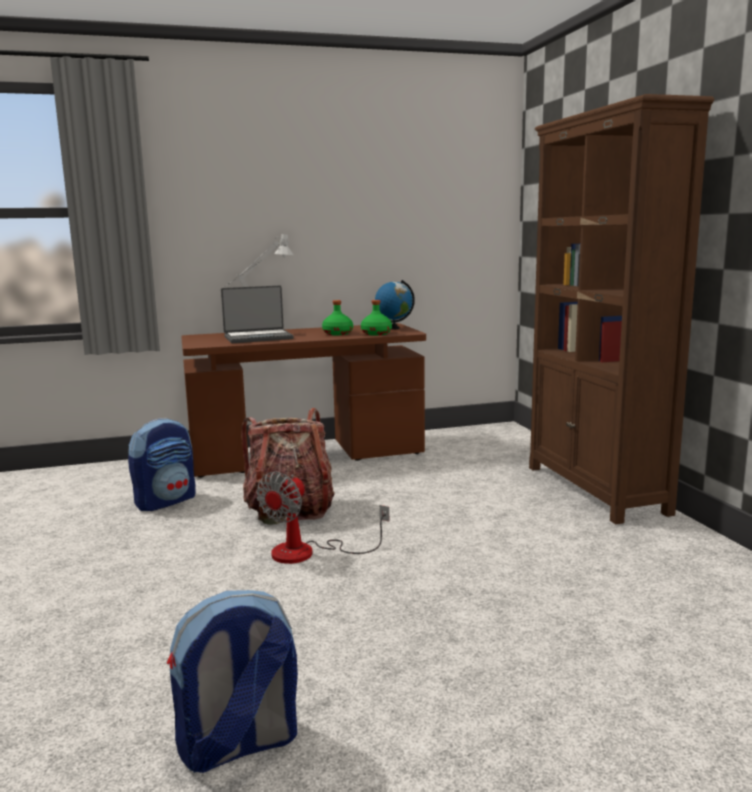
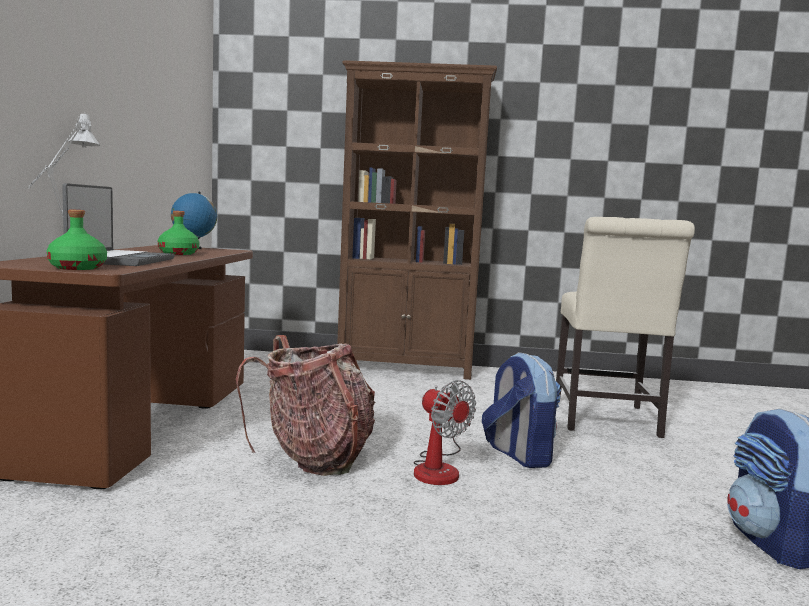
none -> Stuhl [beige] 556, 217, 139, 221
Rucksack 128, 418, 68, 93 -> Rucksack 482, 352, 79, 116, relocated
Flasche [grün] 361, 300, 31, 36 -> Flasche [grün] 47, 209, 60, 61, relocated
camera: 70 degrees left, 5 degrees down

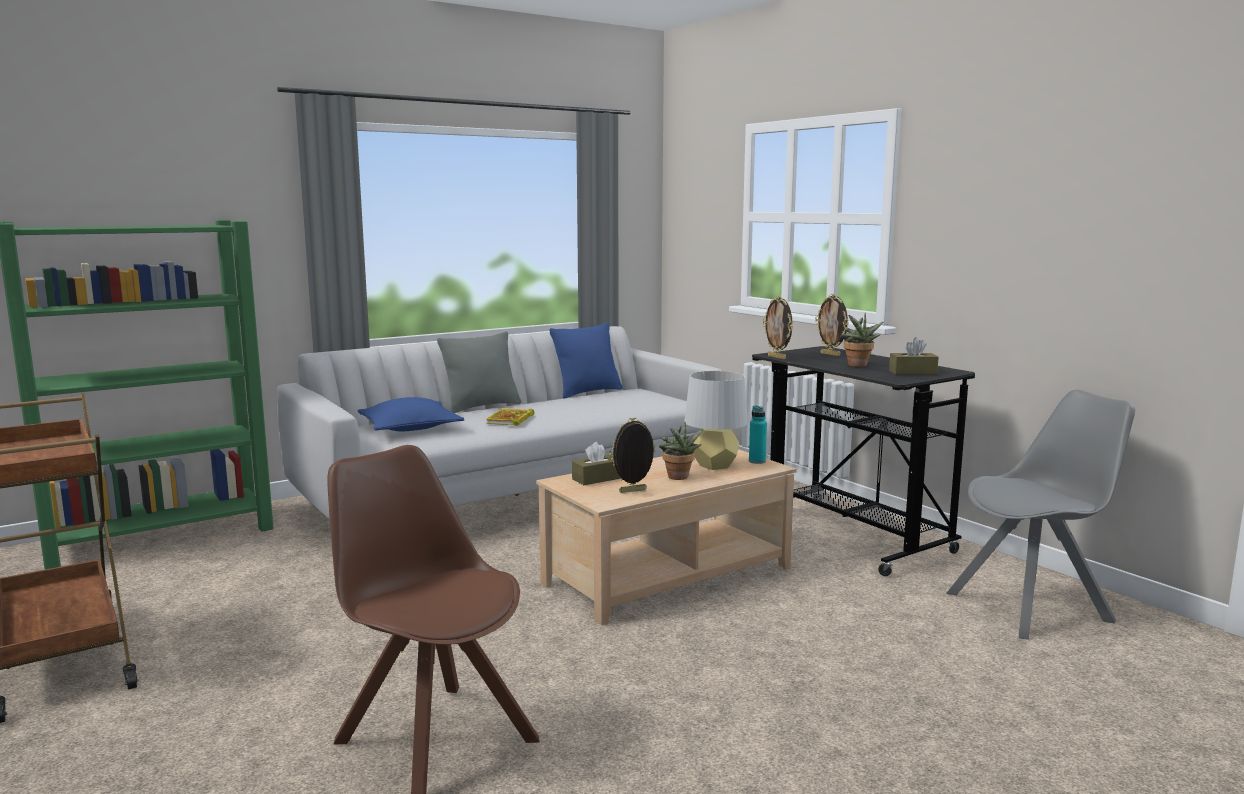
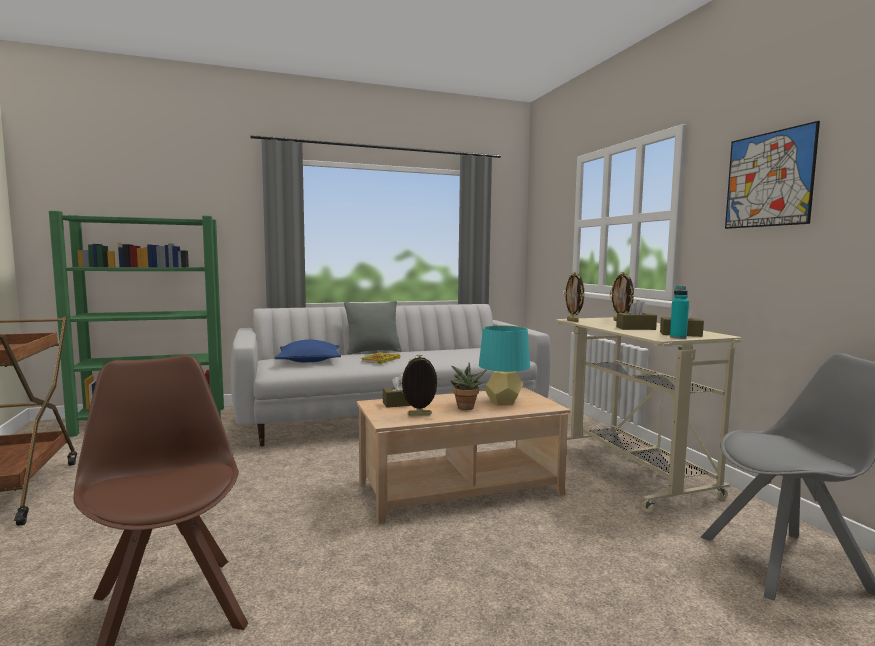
Kissen [blau] 549, 323, 74, 76 -> none
none -> Bild 725, 121, 95, 108
Flasche [türkis] 749, 406, 18, 58 -> Flasche [türkis] 670, 286, 19, 53, relocated
Topfpflanze 841, 313, 42, 54 -> Taschentuchbox [braun] 616, 300, 41, 30
Tischlampe [grau] 684, 371, 64, 99 -> Tischlampe [türkis] 479, 325, 51, 80
Schreibtisch [schwarz] 752, 346, 223, 230 -> Schreibtisch [beige] 556, 317, 185, 196
camera: 15 degrees right, 5 degrees down

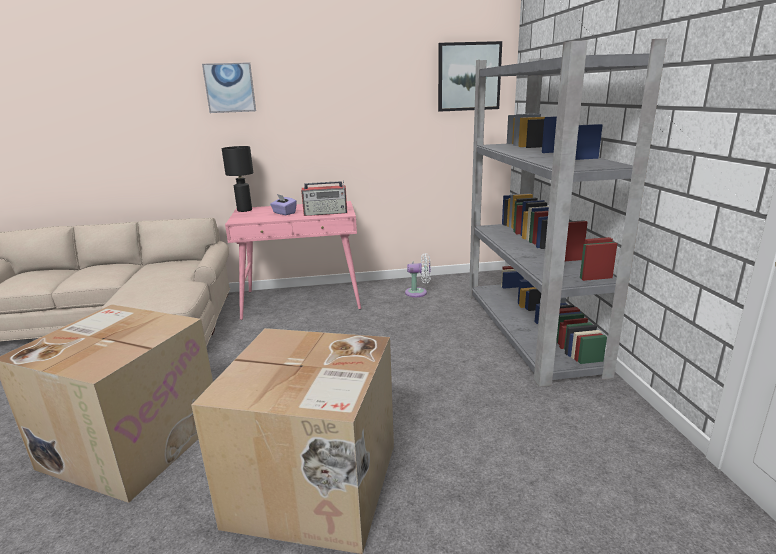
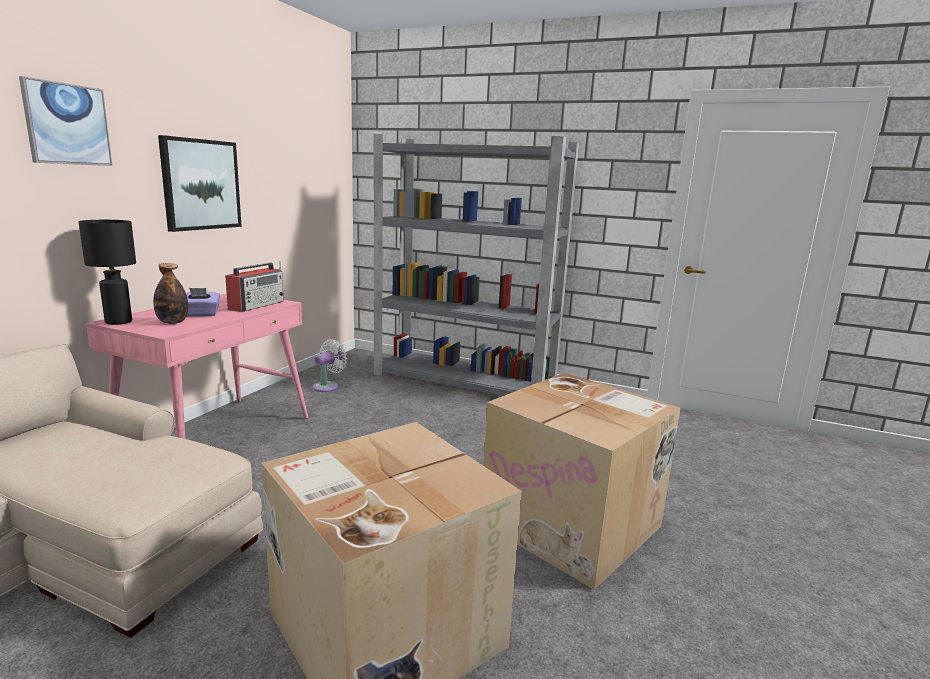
none -> Flasche 153, 263, 35, 61
Bild 438, 41, 64, 71 -> Bild 158, 135, 84, 97, relocated
camera: 60 degrees left, 5 degrees down

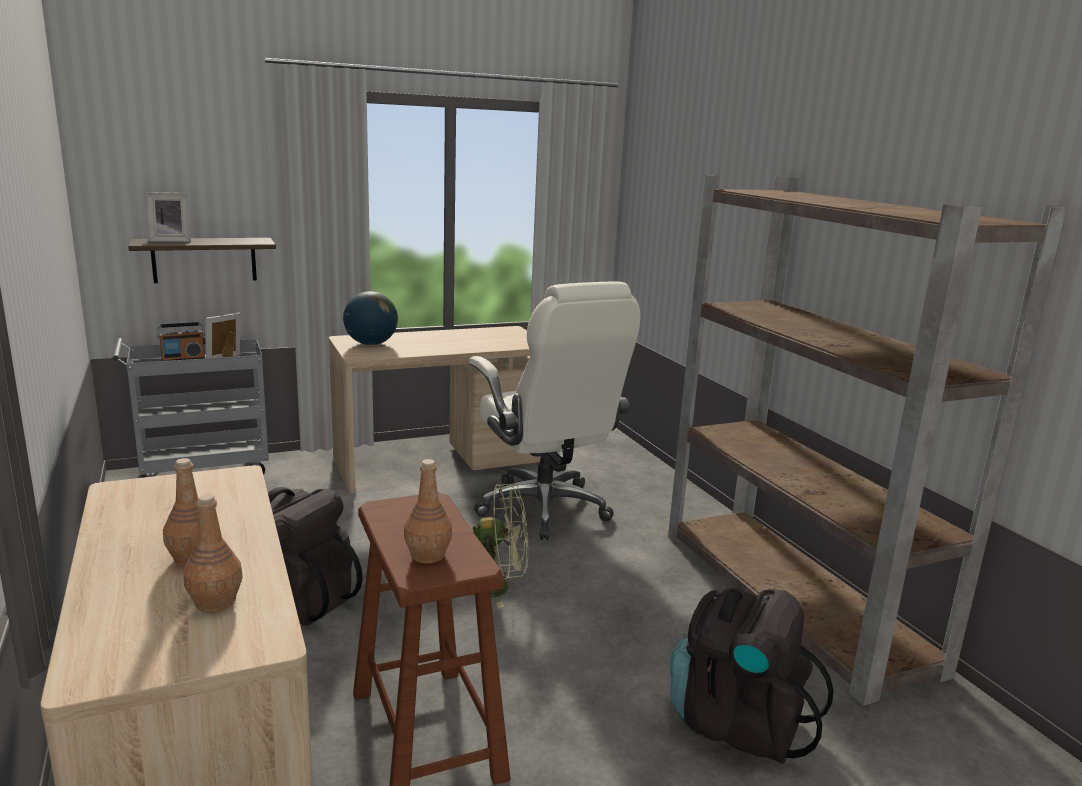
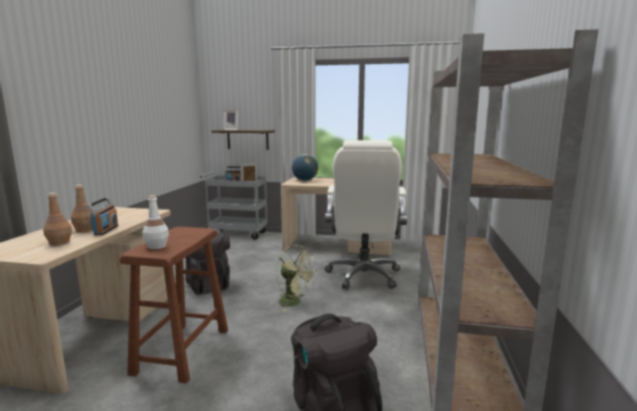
none -> Radio 87, 197, 32, 38
Flasche [braun] 404, 459, 48, 104 -> Flasche [weiß] 142, 195, 27, 54
camera: 35 degrees right, 5 degrees down

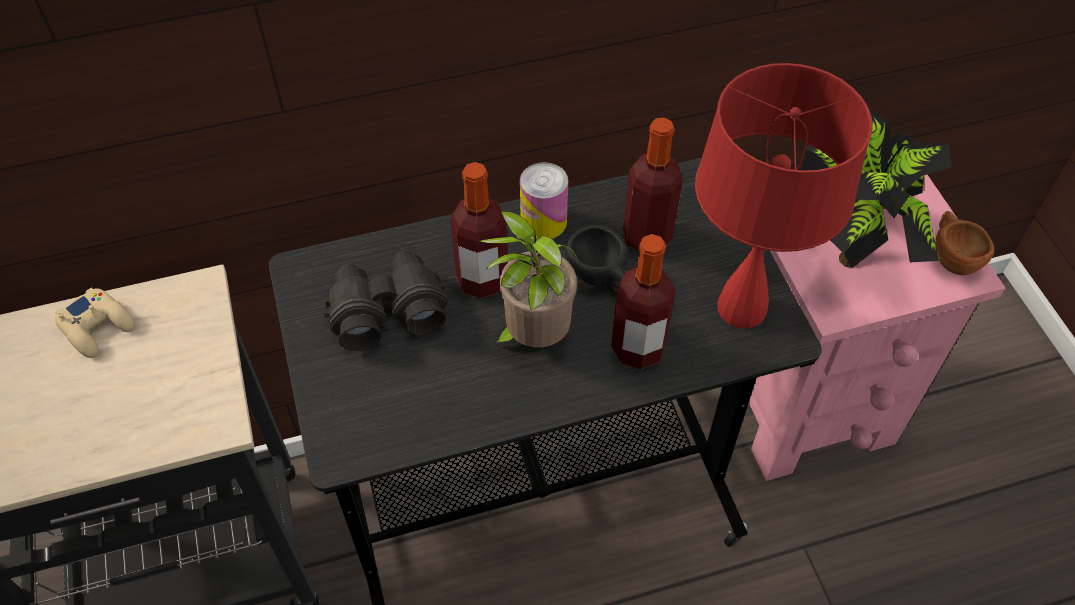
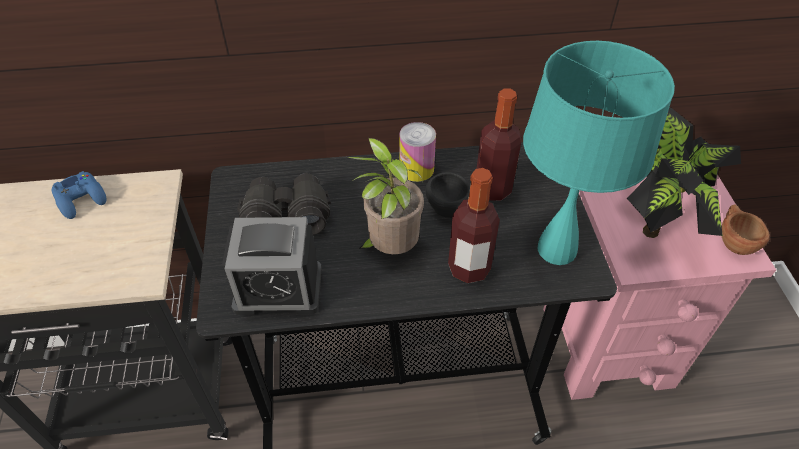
Flasche 450, 162, 58, 136 -> none
none -> Wecker 222, 217, 100, 98
Gamepad [beige] 55, 288, 80, 70 -> Gamepad [blau] 52, 171, 55, 48
Tischlampe [rot] 695, 63, 178, 265 -> Tischlampe [türkis] 523, 41, 152, 224
camera: 10 degrees right, 5 degrees down

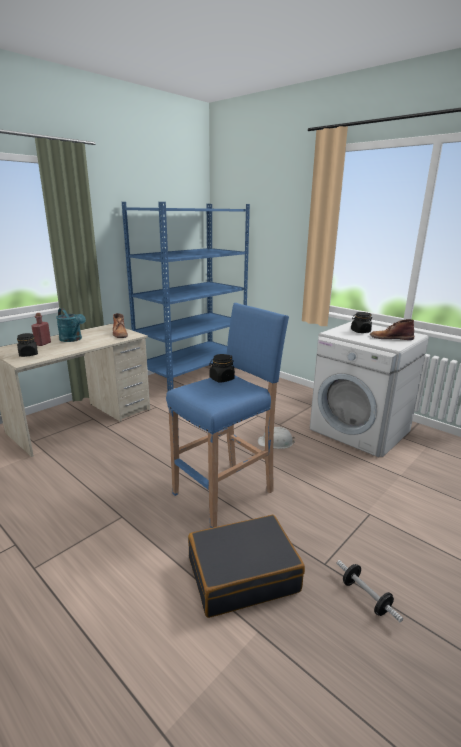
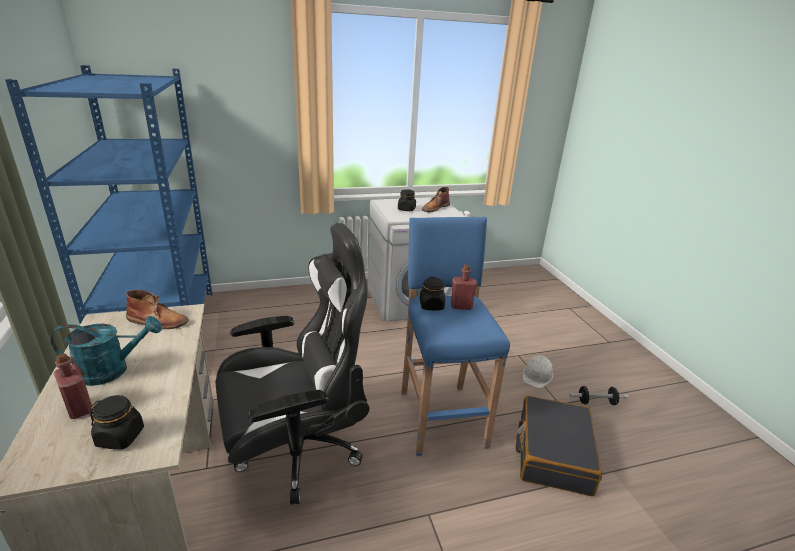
none -> Bürostuhl [schwarz] 216, 223, 153, 282
none -> Flasche [rot] 451, 265, 26, 45
Schutzhelm [weiß] 258, 427, 37, 22 -> Schutzhelm [weiß] 523, 356, 30, 32, relocated
camera: 60 degrees left, 5 degrees up

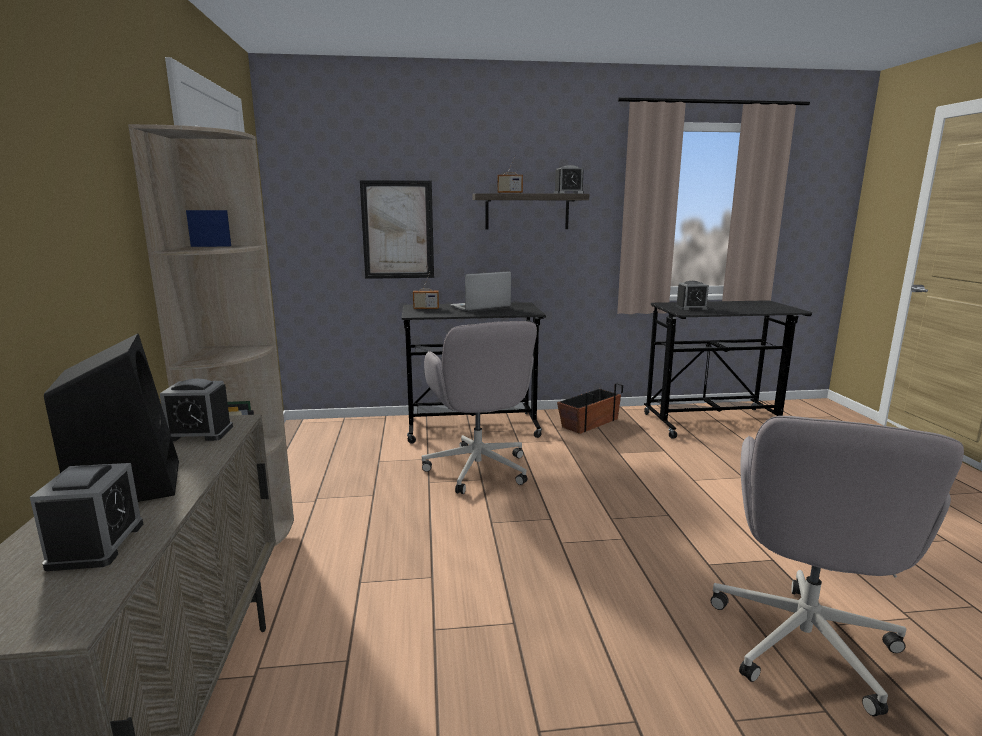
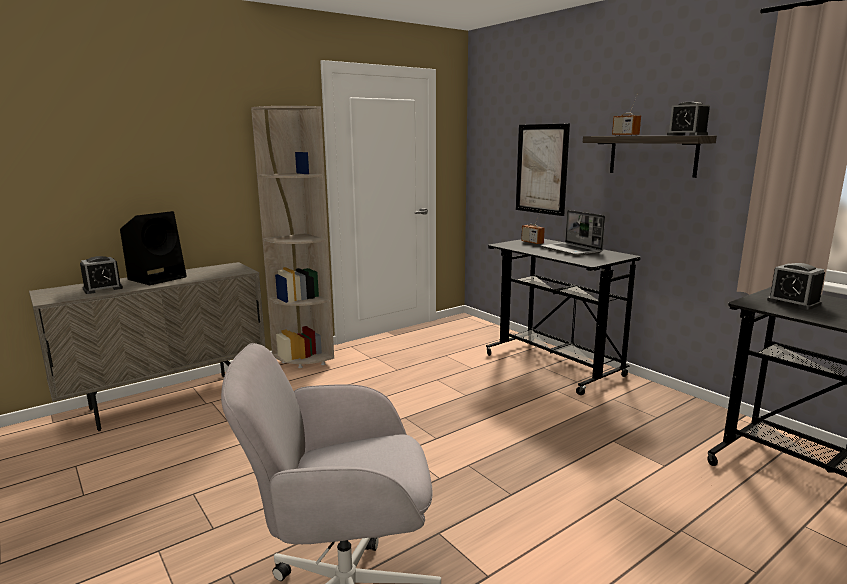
Wecker 160, 379, 73, 62 -> none
Bürostuhl [grau] 422, 321, 115, 173 -> none
Pflanzkübel 557, 383, 66, 51 -> none
Laptop 450, 271, 61, 41 -> Laptop 540, 210, 65, 46, 150 degrees counterclockwise
camera: 60 degrees right, 0 degrees up

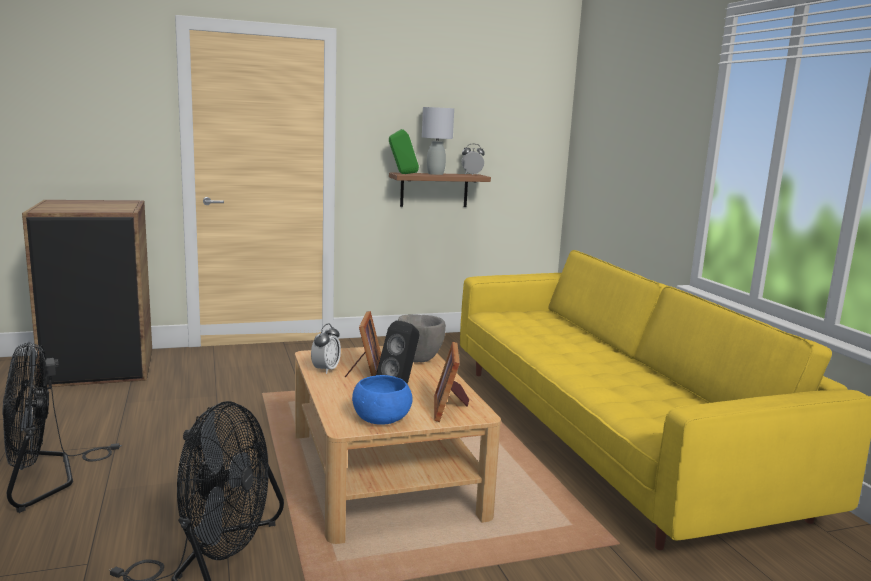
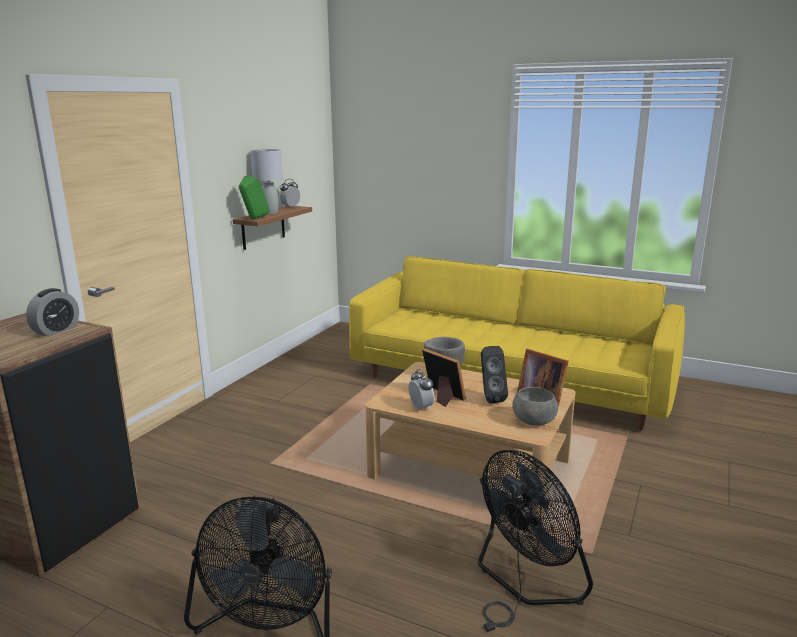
none -> Wecker 26, 288, 53, 48
Schüssel [blau] 352, 375, 60, 50 -> Schüssel [grau] 512, 387, 46, 39
camera: 45 degrees left, 5 degrees up

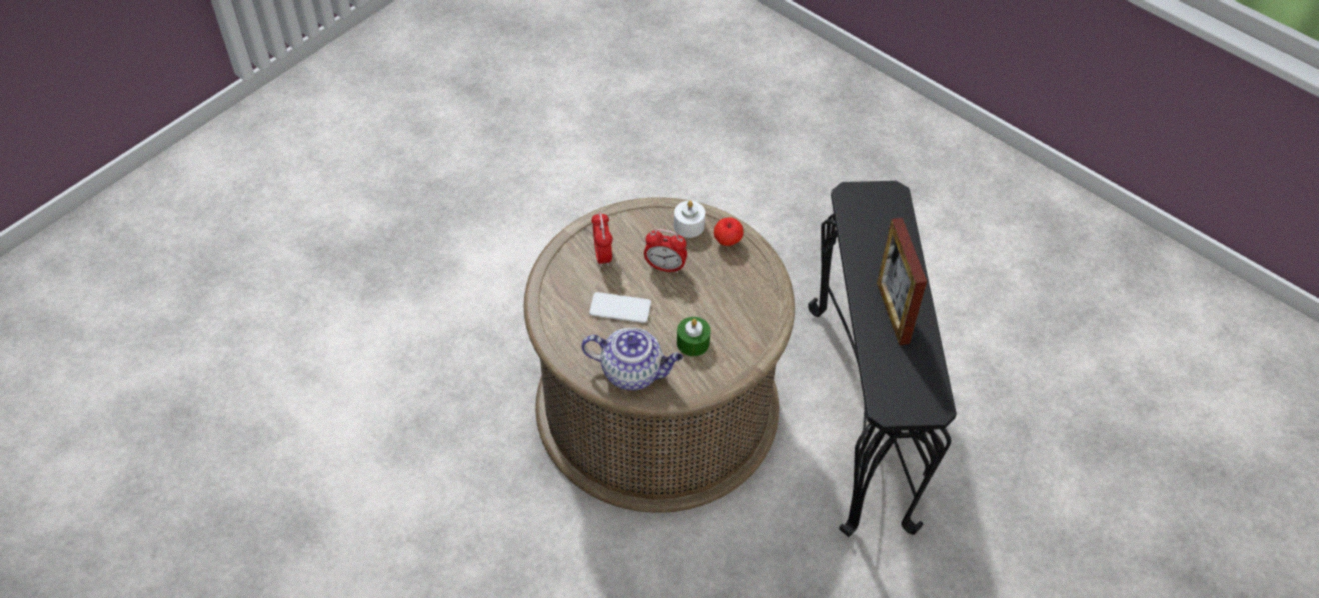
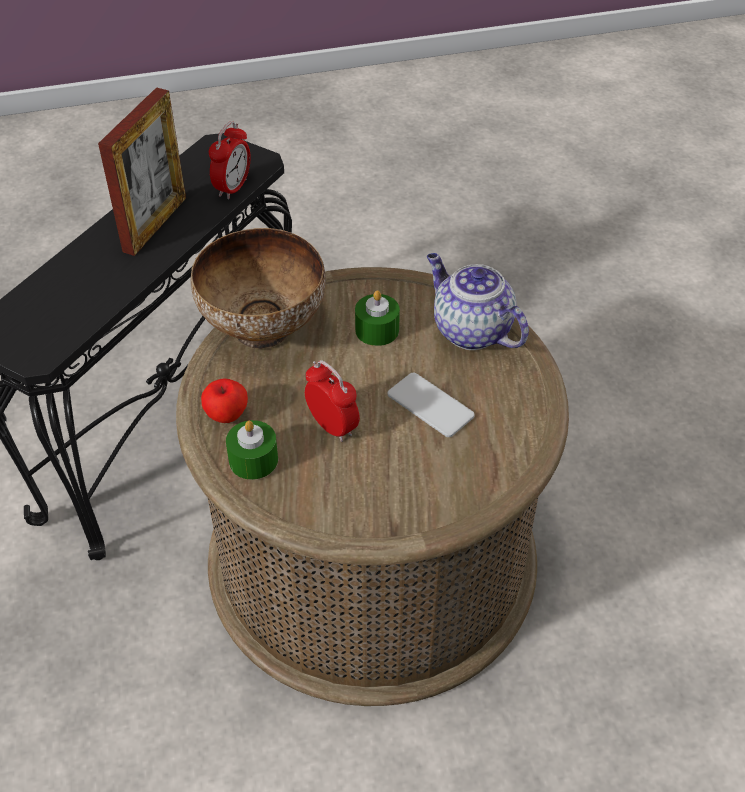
none -> Schüssel 190, 228, 136, 121
Wecker 591, 212, 22, 55 -> Wecker 209, 121, 42, 79, relocated
Kerze [weiß] 674, 201, 31, 37 -> Kerze [grün] 226, 420, 52, 60
camera: 145 degrees left, 5 degrees down

